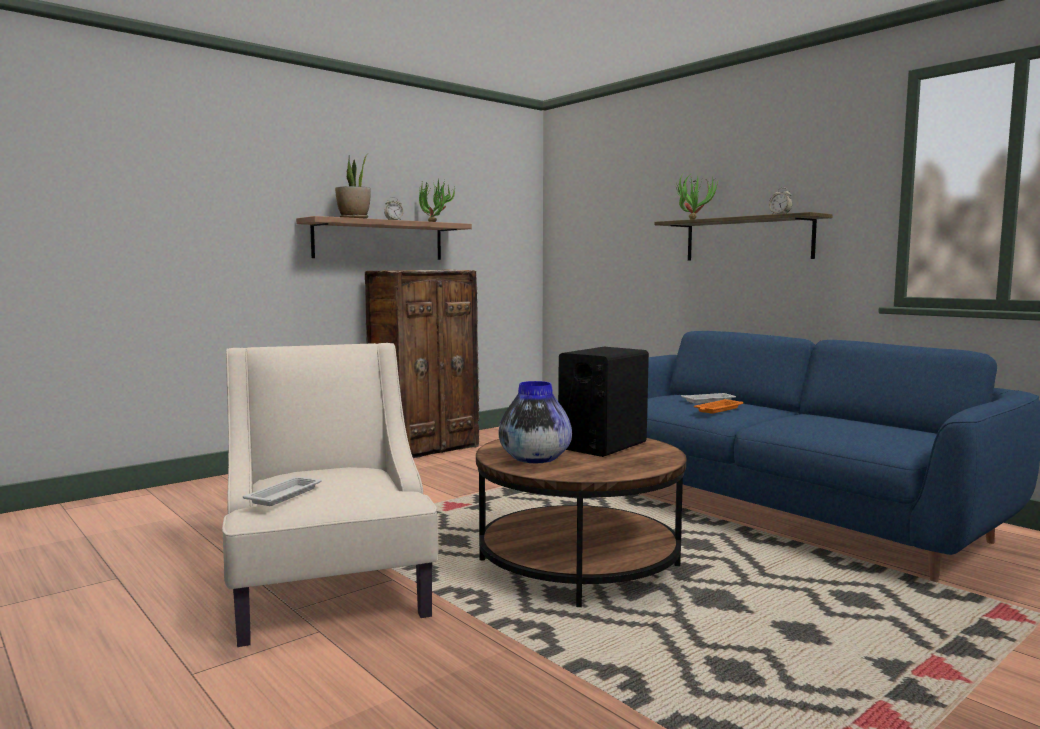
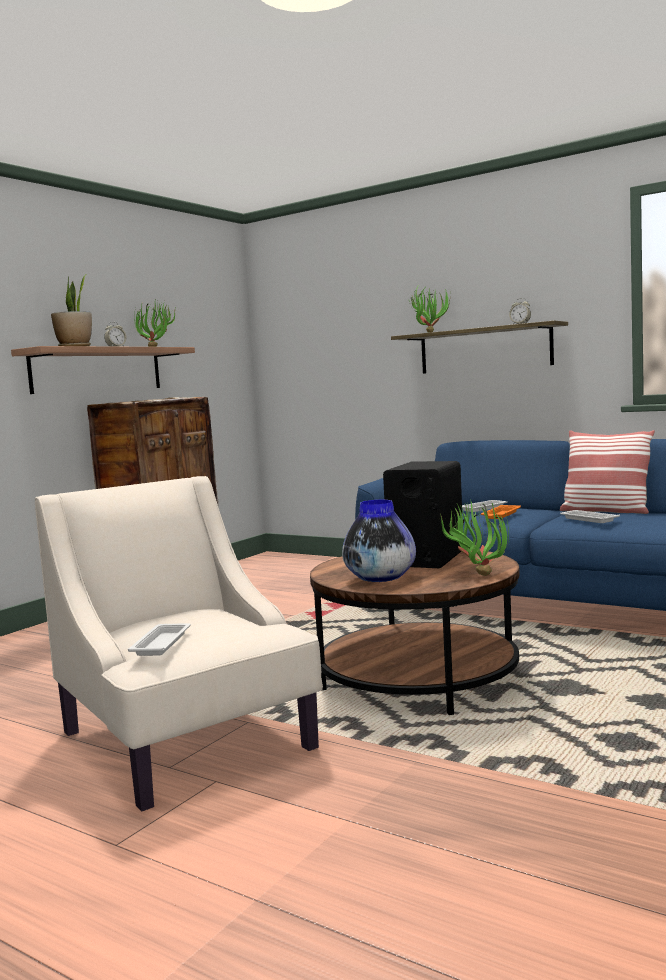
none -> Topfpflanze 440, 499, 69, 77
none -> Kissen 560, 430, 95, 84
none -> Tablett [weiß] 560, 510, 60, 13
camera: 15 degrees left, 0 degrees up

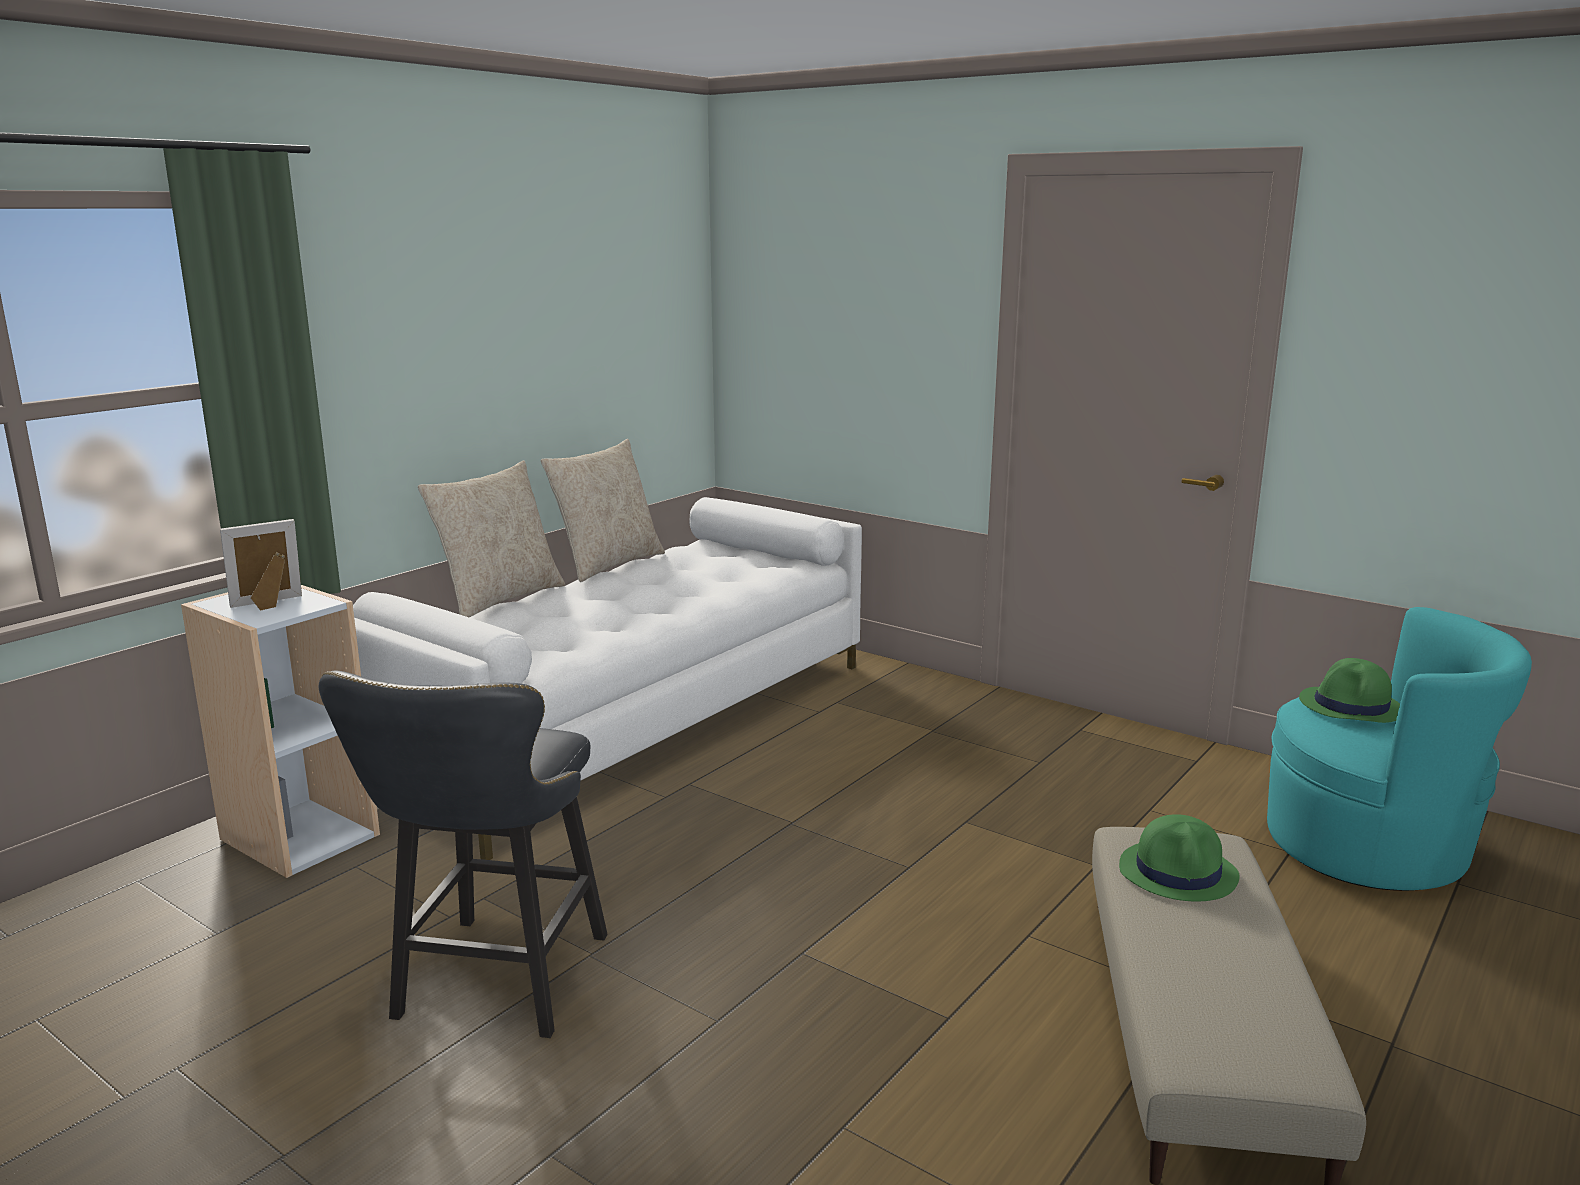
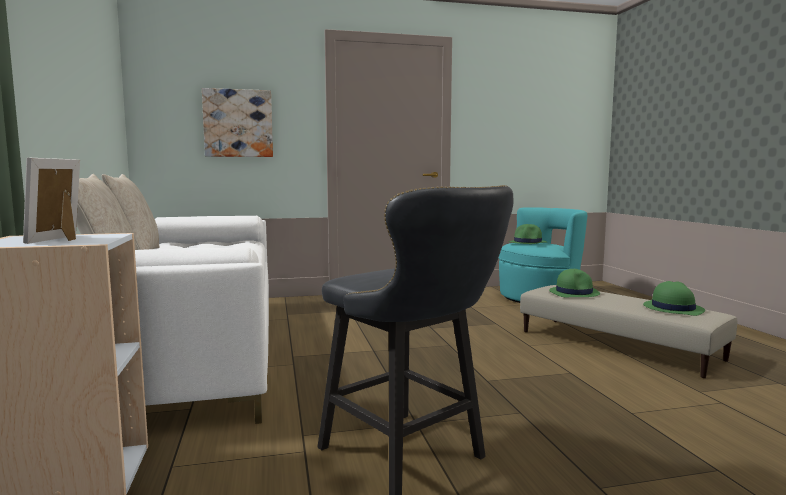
none -> Bild 202, 88, 71, 69
none -> Hut [grün] 643, 281, 62, 35
camera: 50 degrees left, 10 degrees down

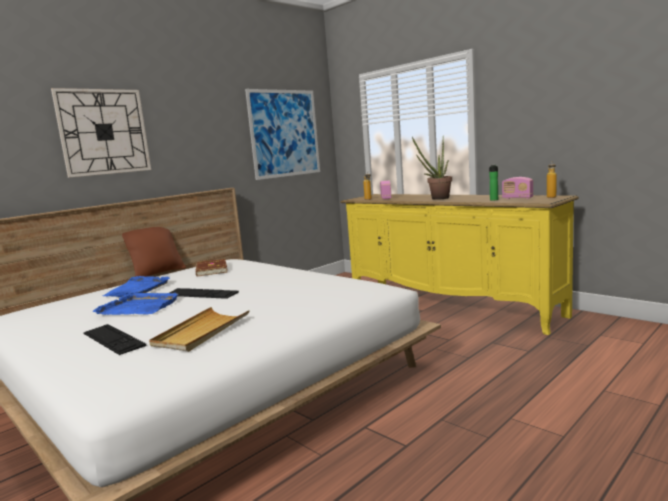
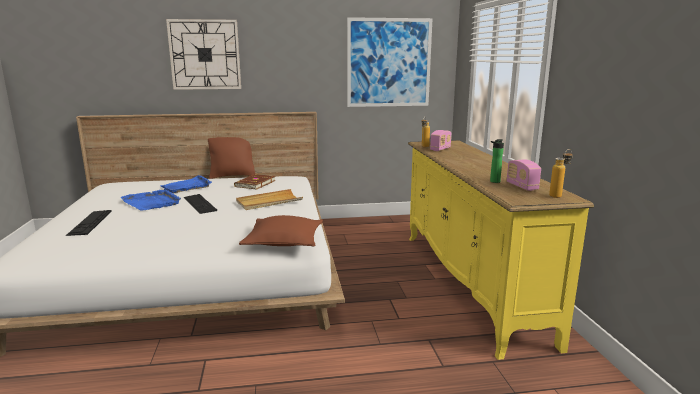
Topfpflanze 412, 137, 40, 63 -> none
none -> Kissen [braun] 239, 215, 84, 31
Tablett [beige] 149, 307, 101, 45 -> Tablett [beige] 236, 189, 67, 21, relocated
camera: 35 degrees right, 5 degrees up

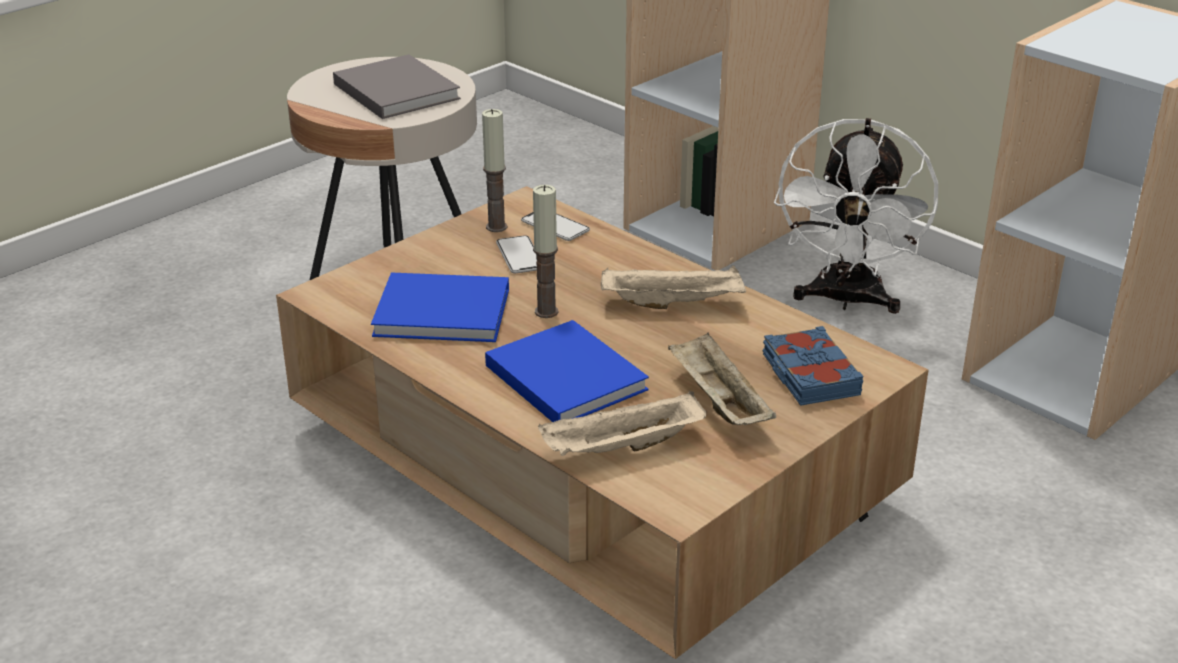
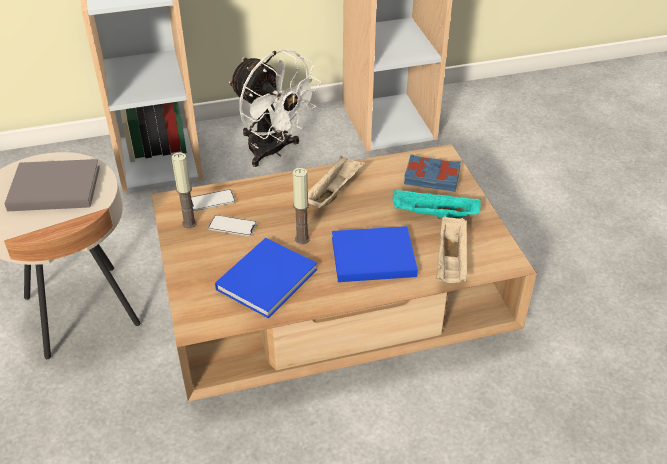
Tablett [beige] 668, 332, 108, 93 -> Tablett [türkis] 393, 190, 88, 29
camera: 60 degrees left, 10 degrees up

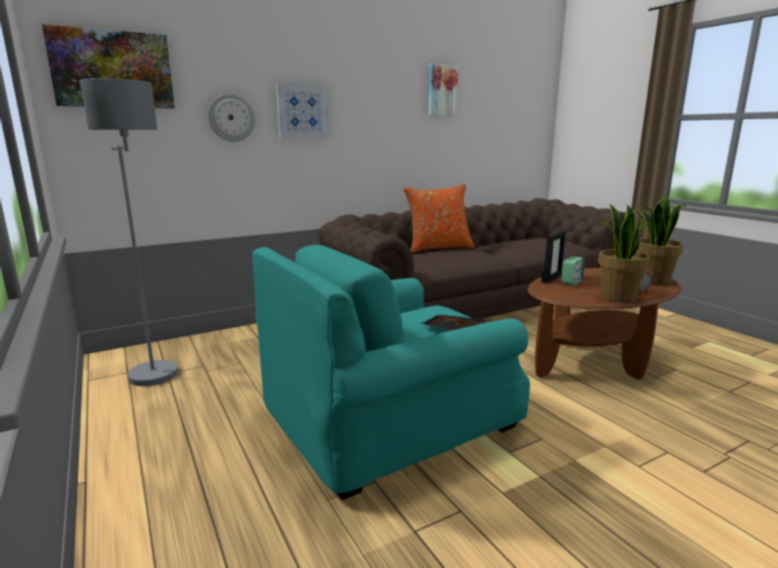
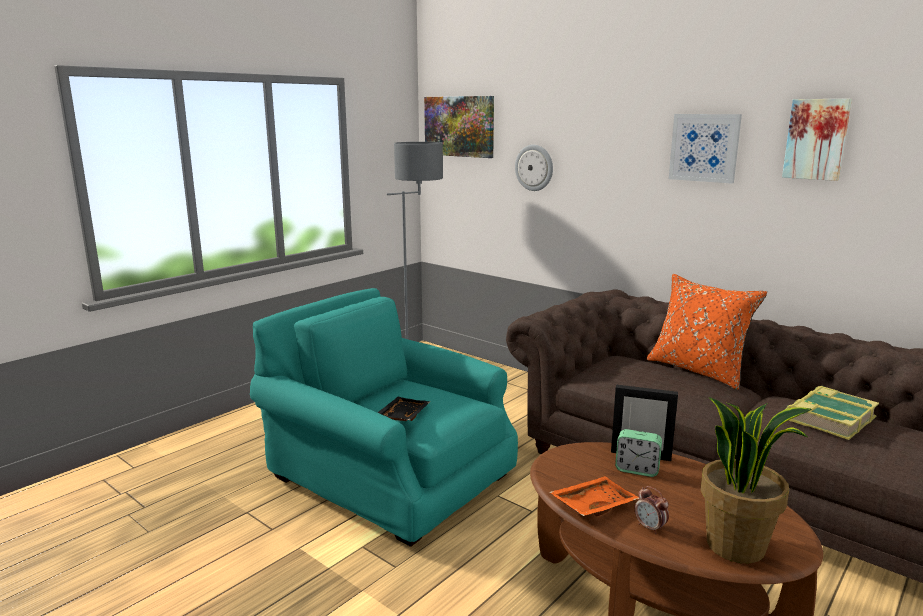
none -> Buch 786, 386, 93, 54
Bild 276, 83, 53, 55 -> Bild 669, 114, 73, 70, relocated
Topfpflanze 597, 204, 53, 99 -> Tablett [orange] 549, 476, 91, 40
camera: 70 degrees right, 0 degrees up

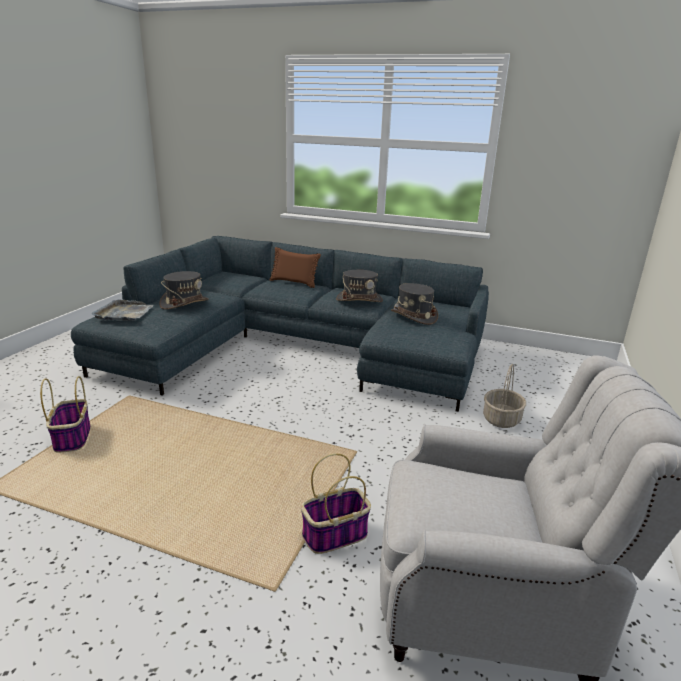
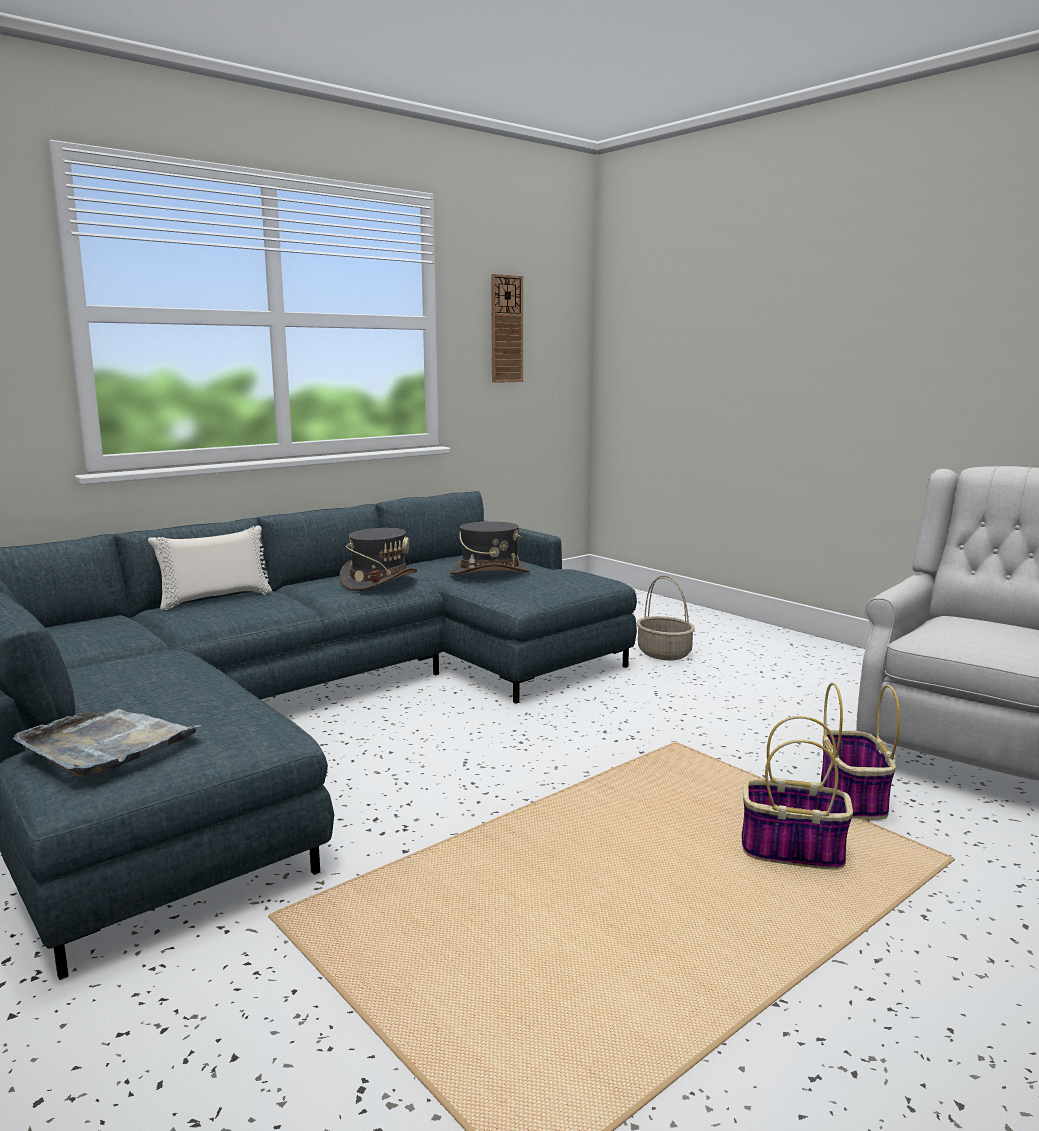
Hut [grau] 159, 271, 50, 39 -> none
none -> Wanduhr 491, 274, 32, 109
Korb 40, 376, 51, 77 -> Korb 741, 716, 112, 154, relocated
Kissen [braun] 270, 247, 51, 41 -> Kissen [weiß] 148, 526, 124, 84
camera: 60 degrees left, 10 degrees down

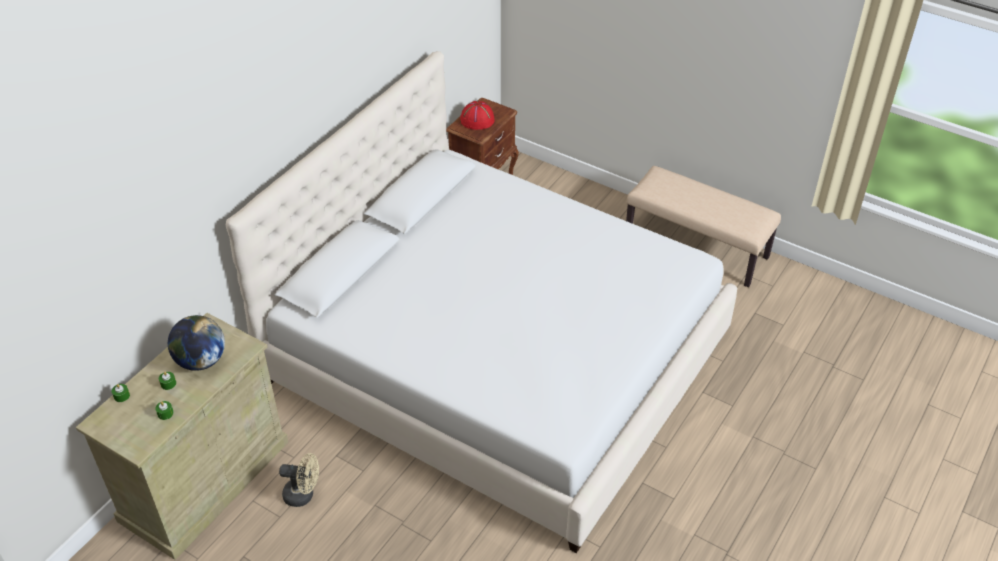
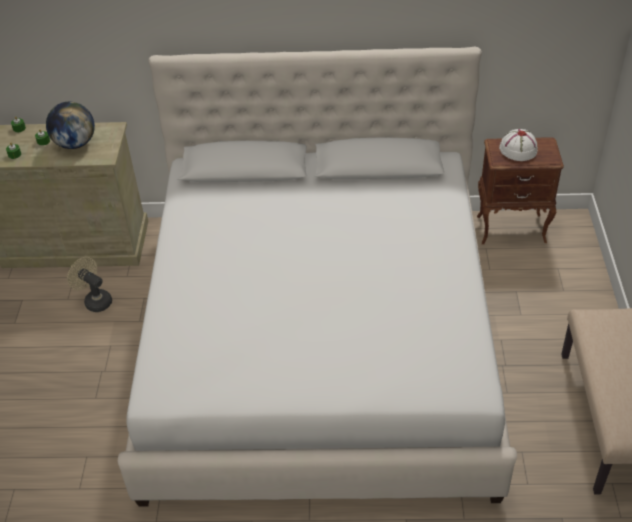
Hut [rot] 460, 101, 35, 29 -> Hut [weiß] 499, 129, 39, 32
Ventilator [beige] 279, 453, 40, 54 -> Ventilator [beige] 67, 257, 45, 55, 150 degrees clockwise
camera: 60 degrees right, 0 degrees up

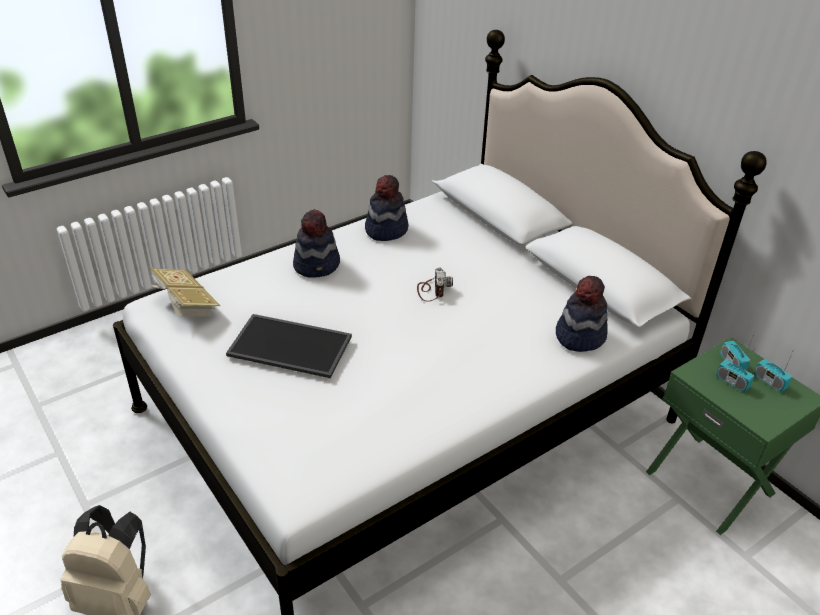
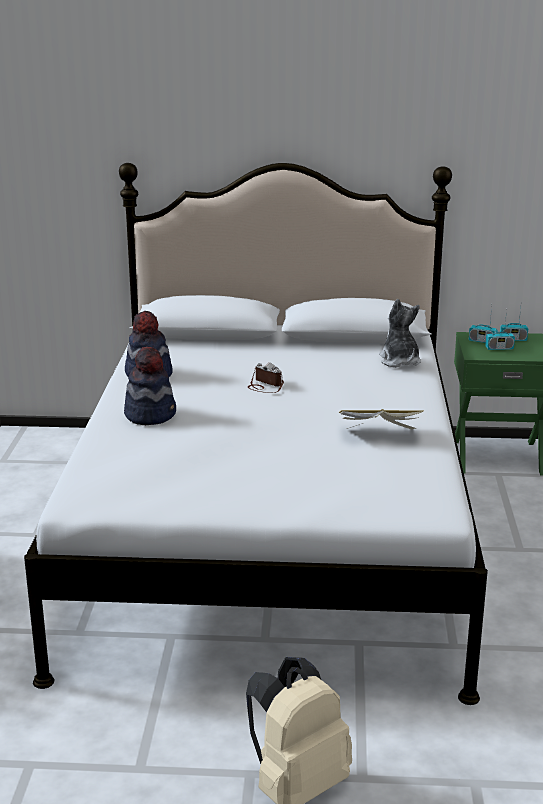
Tablett 226, 314, 126, 64 -> none
Buch 150, 268, 70, 48 -> Buch 339, 409, 85, 21, relocated
Hut 556, 276, 52, 76 -> Plüschtier 379, 299, 42, 69
camera: 50 degrees left, 15 degrees down

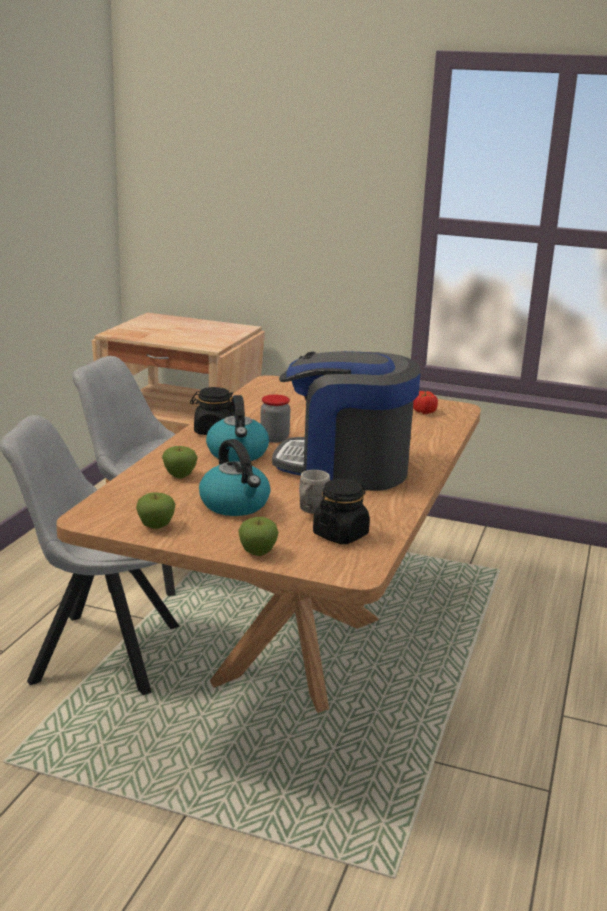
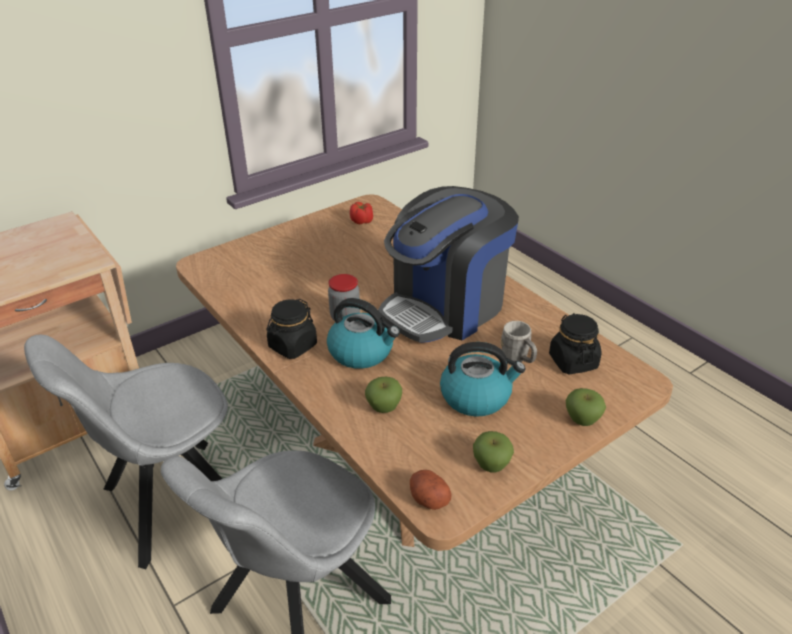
none -> Kartoffel 410, 470, 42, 40
camera: 55 degrees left, 15 degrees up

